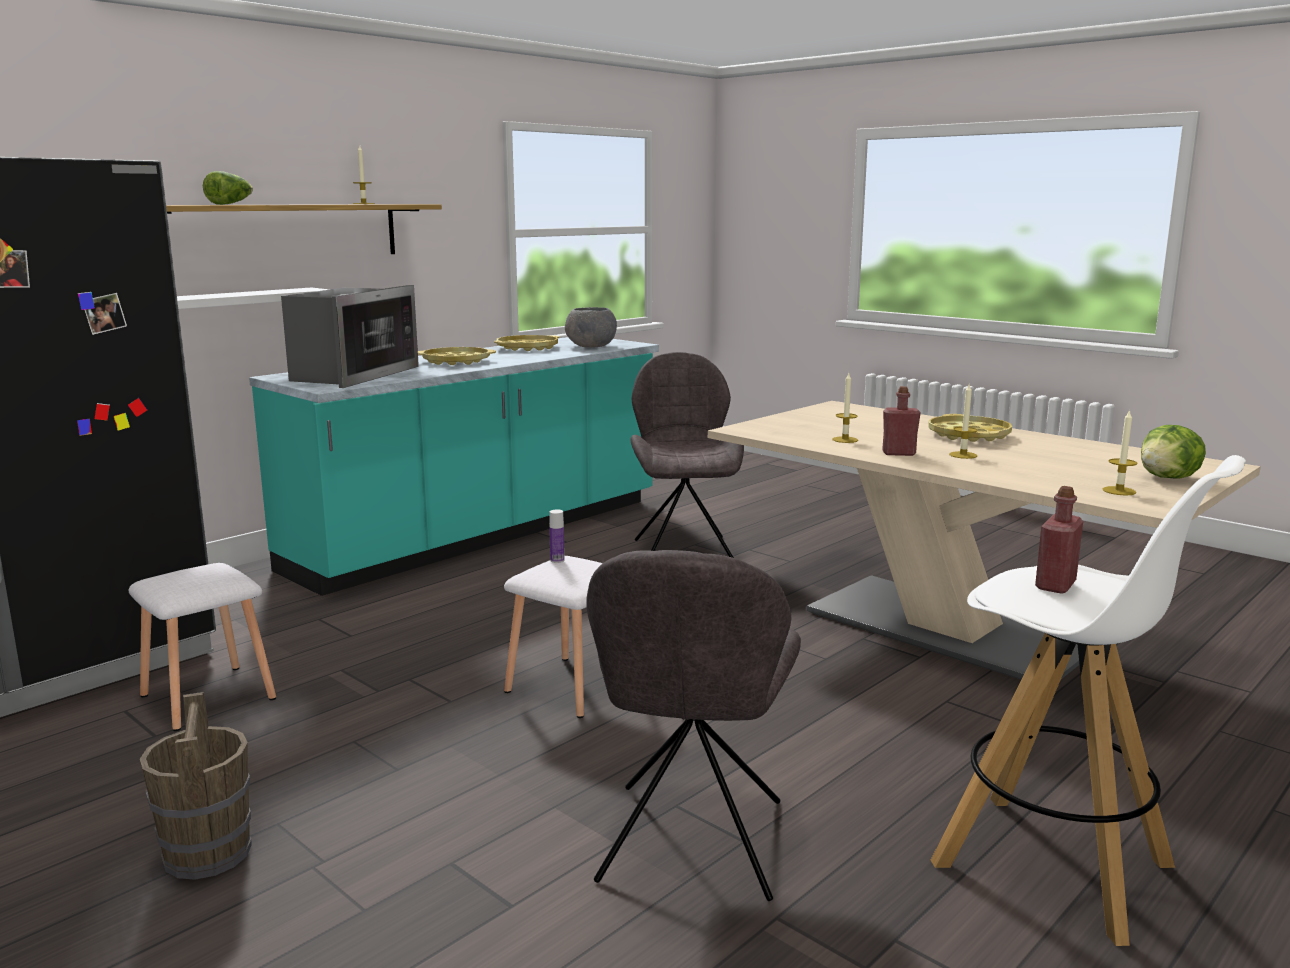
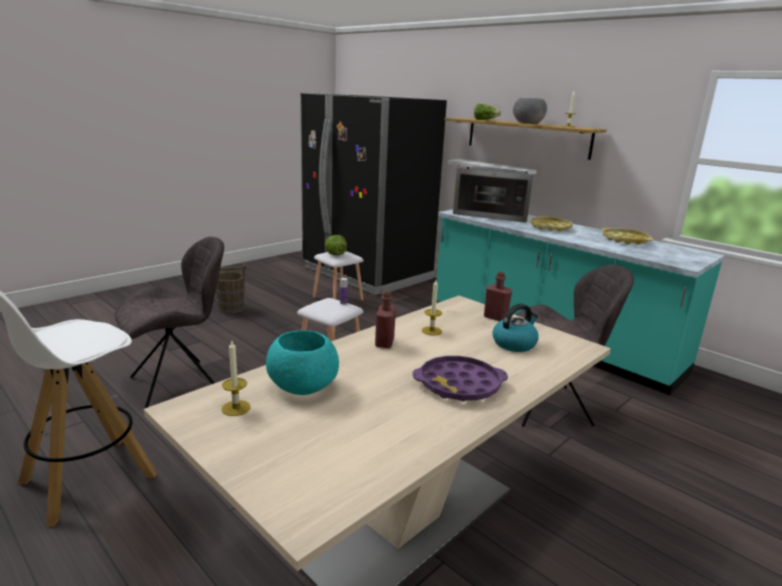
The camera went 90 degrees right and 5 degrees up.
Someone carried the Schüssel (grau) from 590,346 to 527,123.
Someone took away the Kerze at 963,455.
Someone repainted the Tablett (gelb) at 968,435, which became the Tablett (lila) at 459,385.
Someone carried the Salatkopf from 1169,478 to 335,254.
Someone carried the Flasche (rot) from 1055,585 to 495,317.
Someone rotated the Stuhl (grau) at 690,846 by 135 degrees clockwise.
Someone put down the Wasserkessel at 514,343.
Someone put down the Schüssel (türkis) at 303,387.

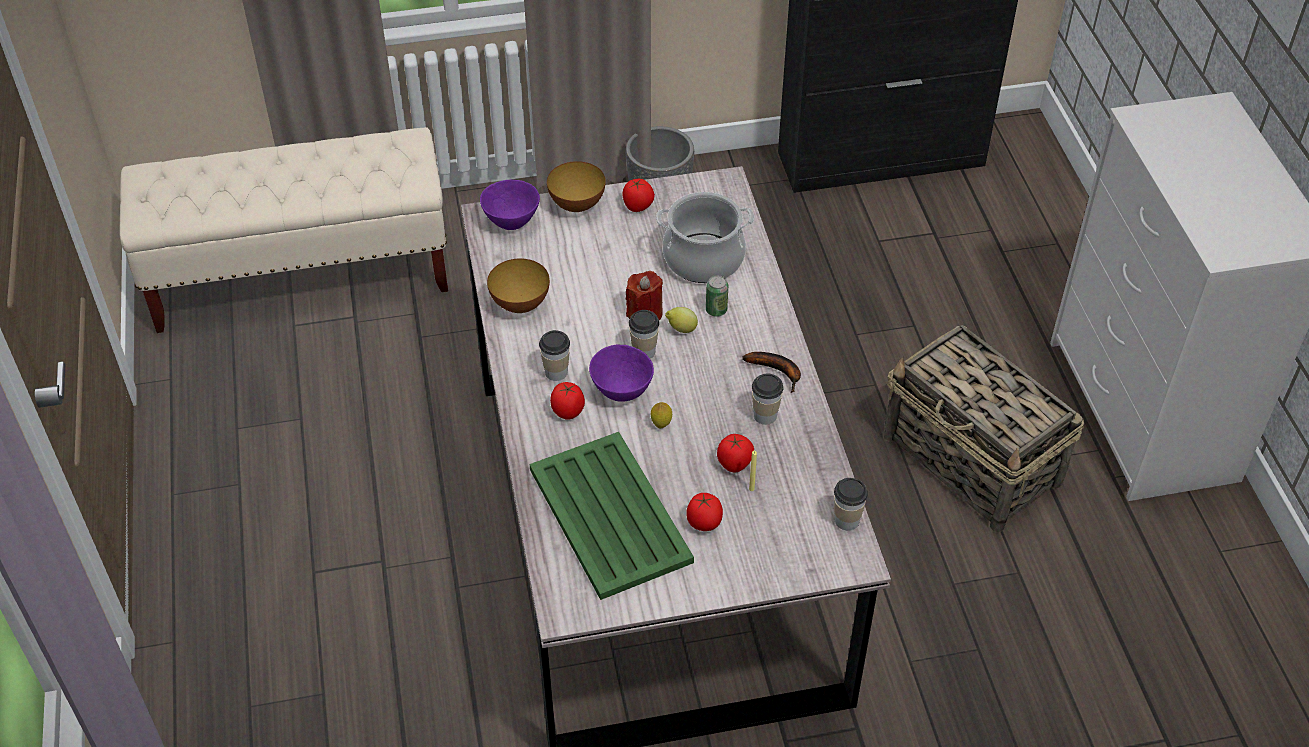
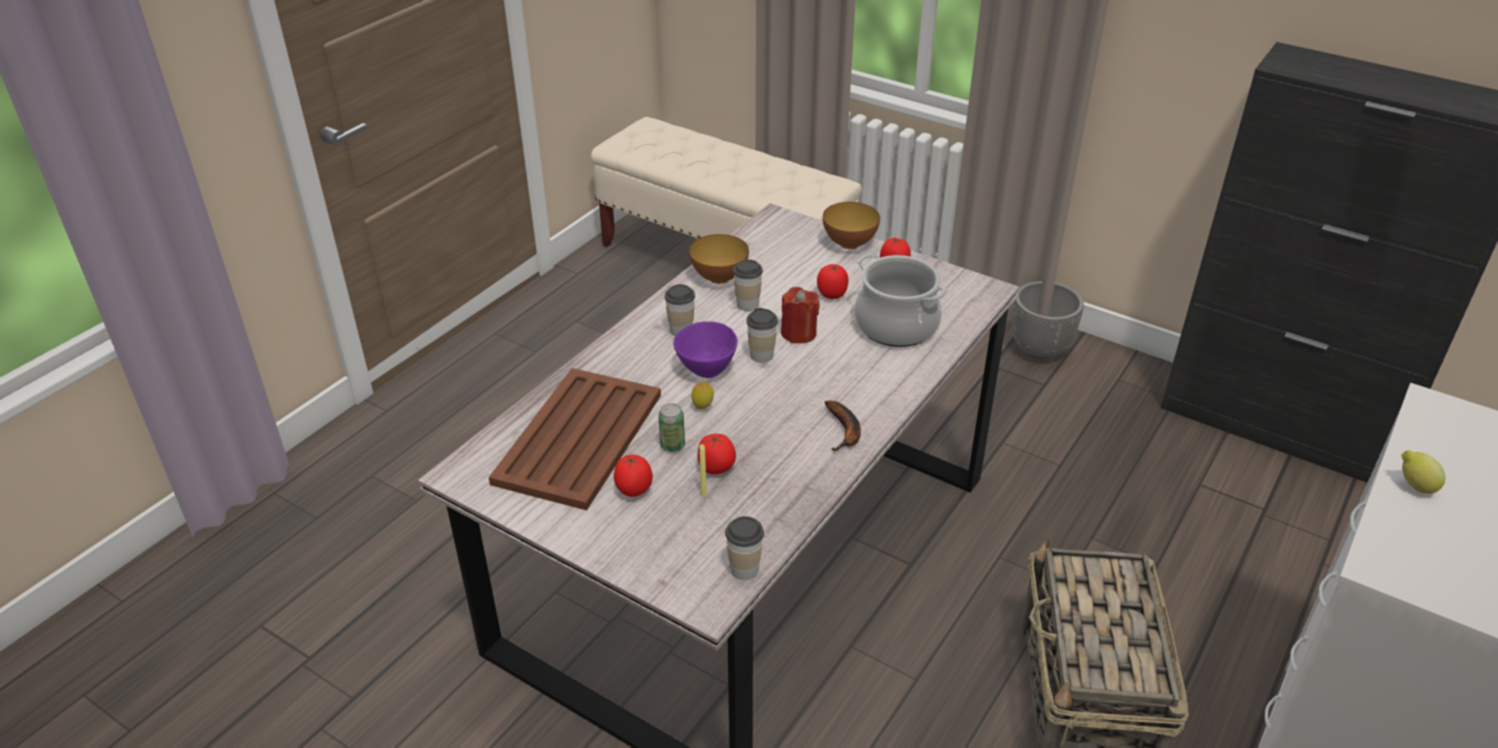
The camera went 45 degrees right and 10 degrees down.
Someone took away the Schüssel (lila) at 511,223.
Someone carried the Dose from 716,310 to 672,445.
Someone carried the Zitrone from 681,329 to 1414,486.
Someone carried the Tasse from 765,415 to 747,304.
Someone carried the Tomate from 568,411 to 832,294.
Someone repainted the Tablett (grün) at 609,513, which became the Tablett (braun) at 580,437.

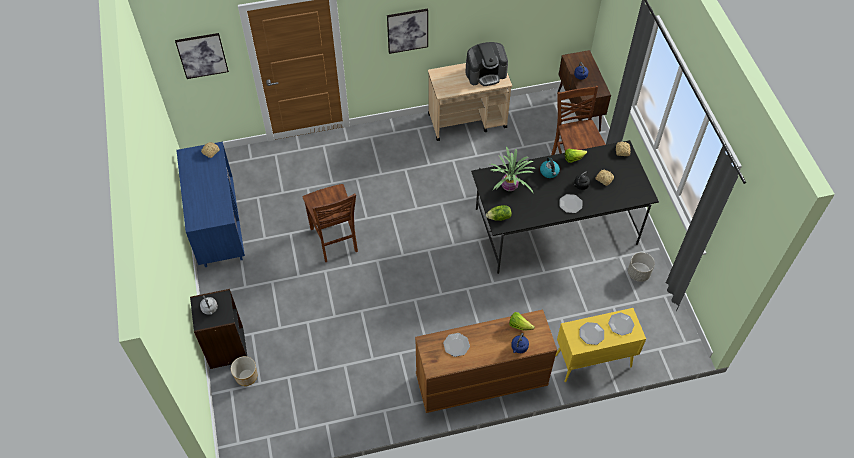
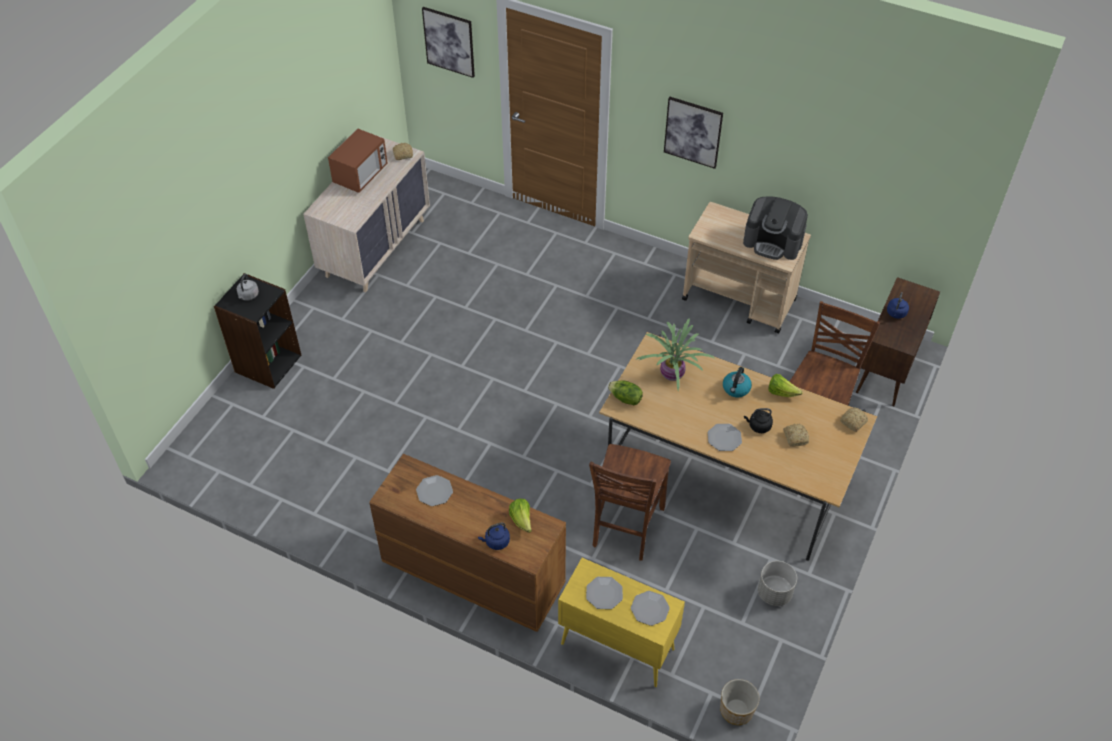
The camera went 40 degrees right and 5 degrees down.
Someone repainted the Esstisch (schwarz) at 555,226, which became the Esstisch (beige) at 726,473.
Someone repainted the Kommode (blau) at 218,226, which became the Kommode (beige) at 376,247.
Someone carried the Stuhl (braun) from 335,240 to 626,528.
Someone carried the Pflanzkübel from 246,376 to 736,709.
Someone put down the Mikrowelle at 361,175.

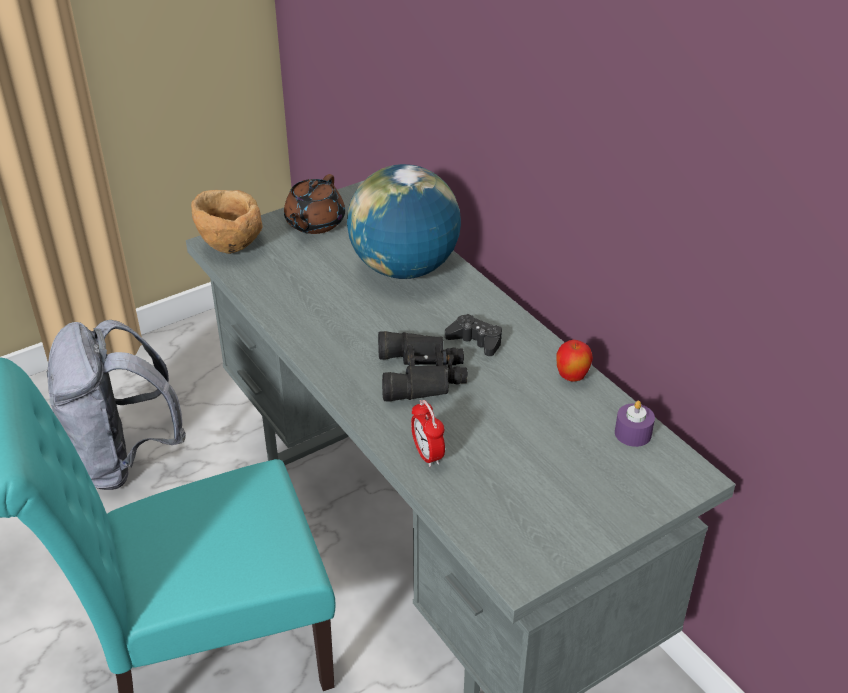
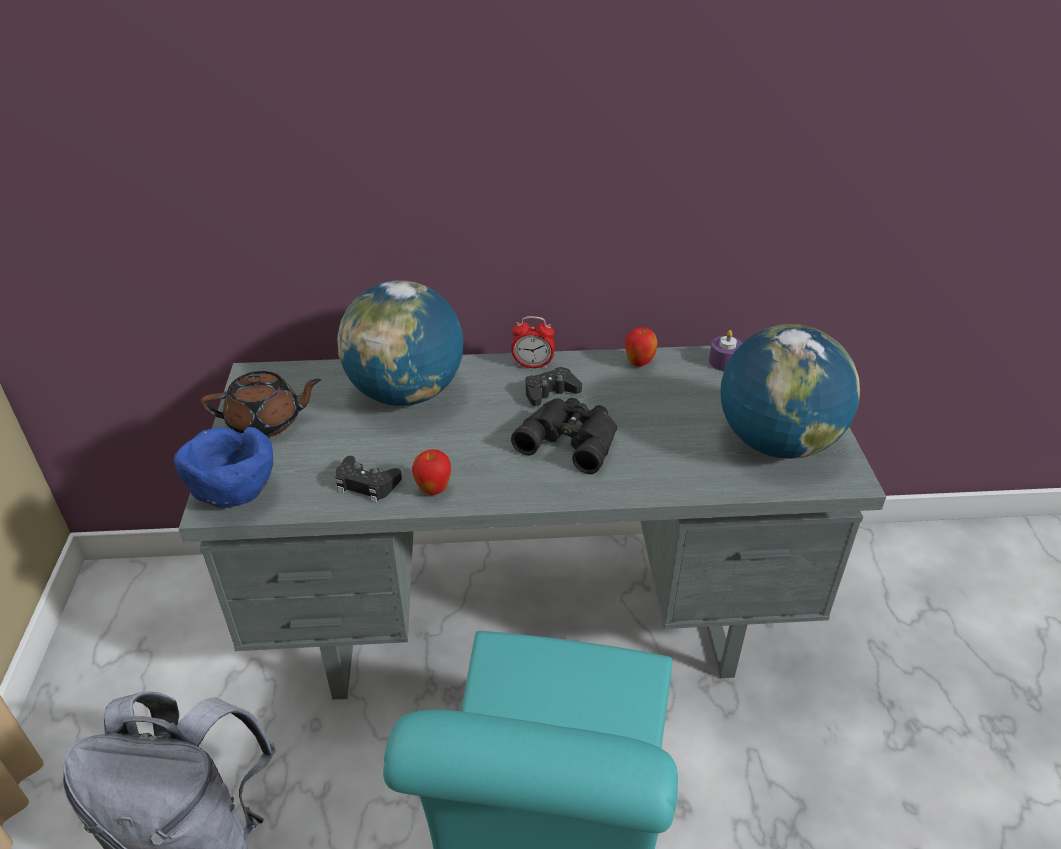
The camera went 60 degrees left and 0 degrees up.
Someone rotated the Teekanne (braun) at 314,223 by 60 degrees counterclockwise.
Someone repainted the Schüssel (braun) at 231,246, which became the Schüssel (blau) at 235,495.
Someone carried the Wecker from 427,455 to 533,365.
Someone put down the Globus at 777,442.
Someone put down the Apfel at 433,490.
Someone put down the Gamepad (schwarz) at 366,484.

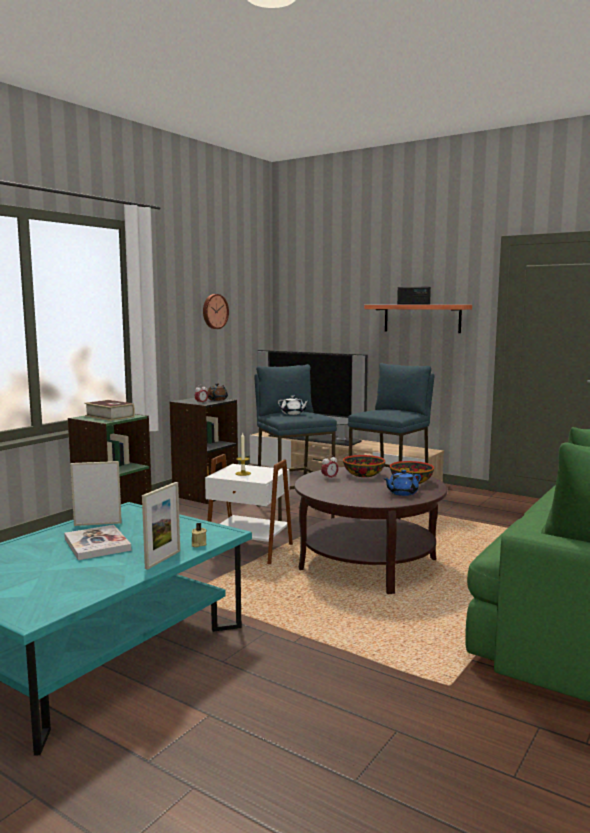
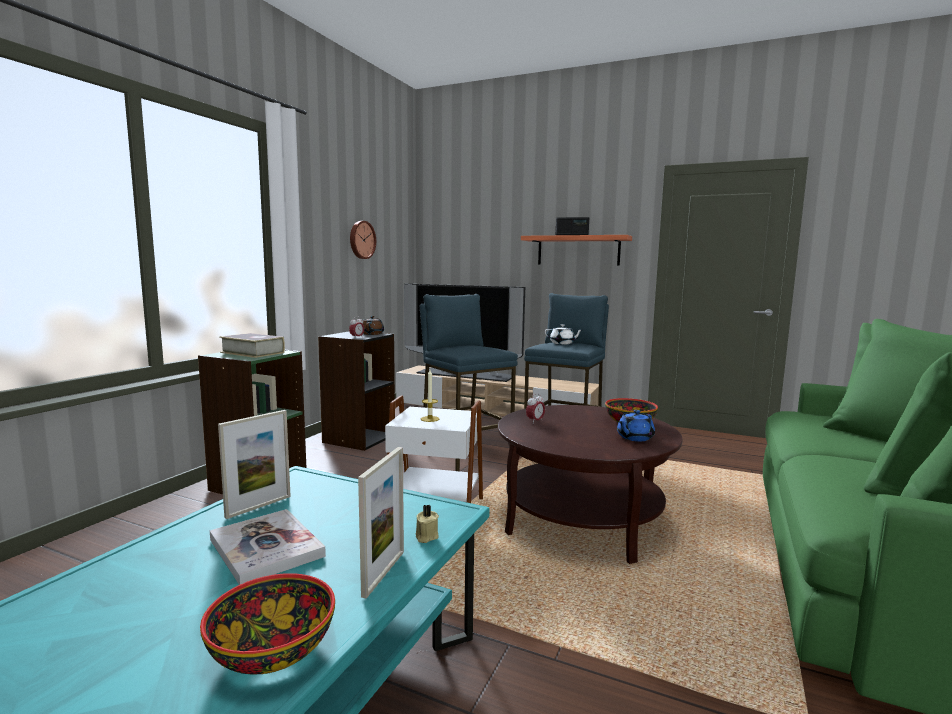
The camera went 10 degrees left and 0 degrees up.
Someone carried the Teekanne (weiß) from 293,413 to 562,343.
Someone carried the Schüssel from 363,475 to 271,651.
Someone rotated the Bilderrahmen at 98,524 by 150 degrees clockwise.

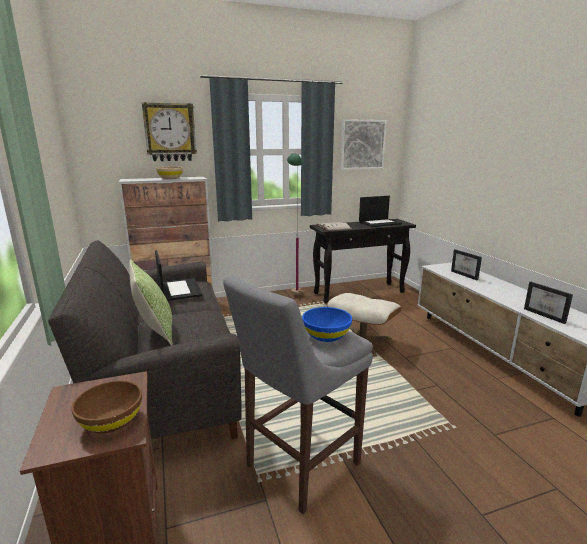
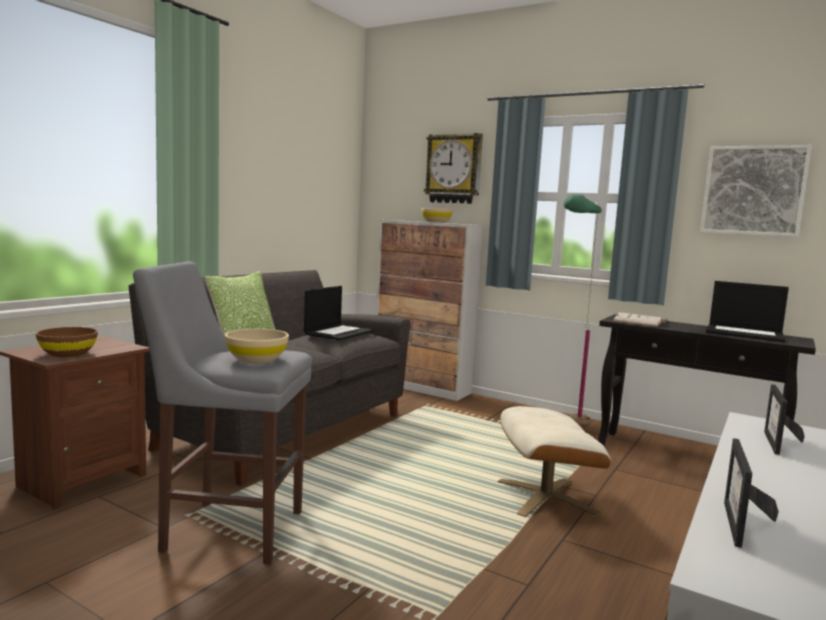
The camera went 50 degrees right and 10 degrees down.
Someone repainted the Schüssel (blau) at 326,336, which became the Schüssel (beige) at 256,359.

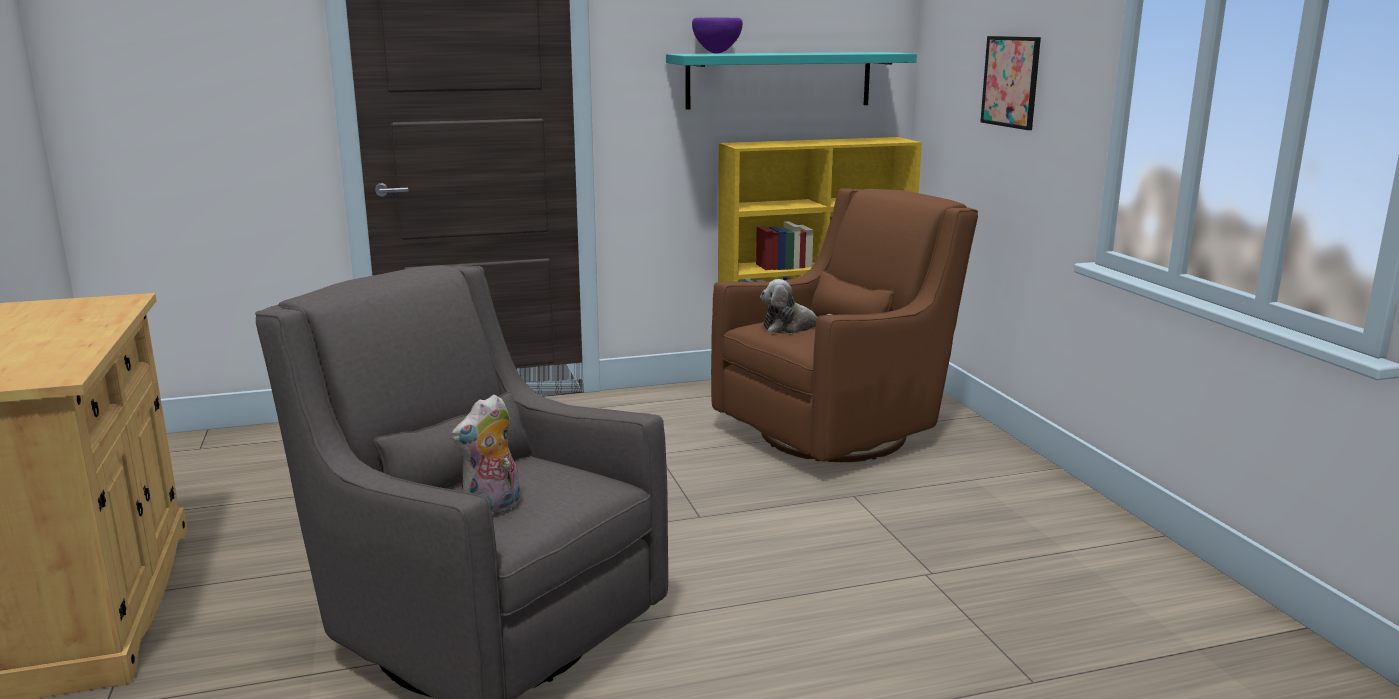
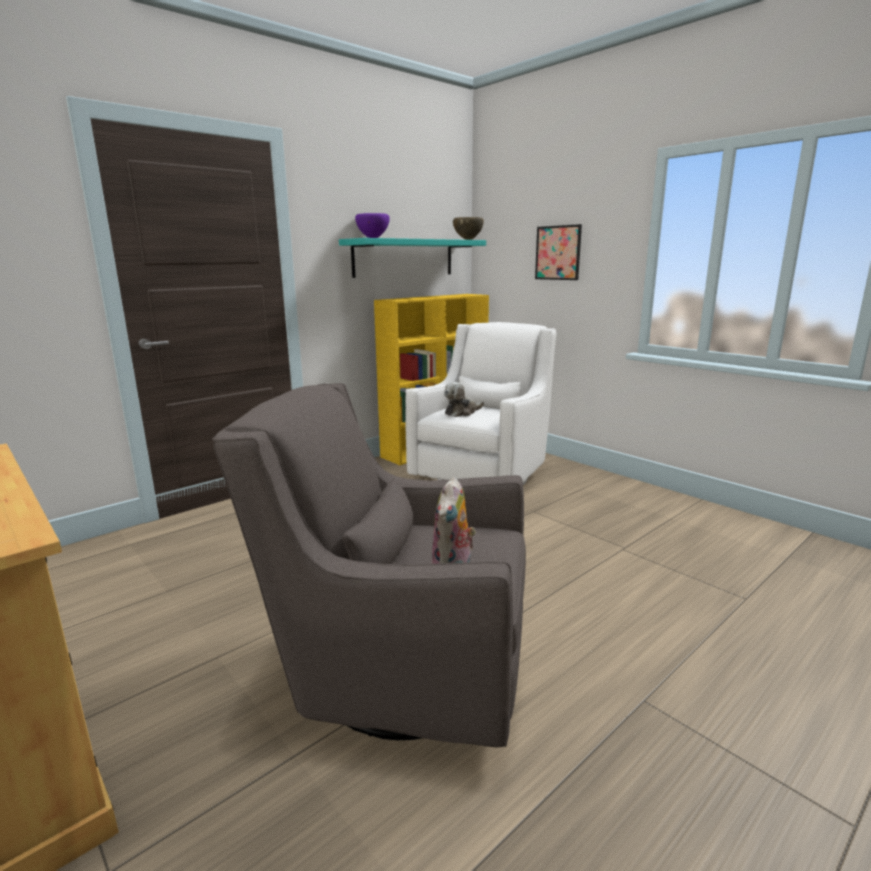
The camera went 25 degrees left and 0 degrees up.
Someone repainted the Sessel (braun) at 838,432, which became the Sessel (weiß) at 483,475.
Someone put down the Schüssel (braun) at 468,239.

